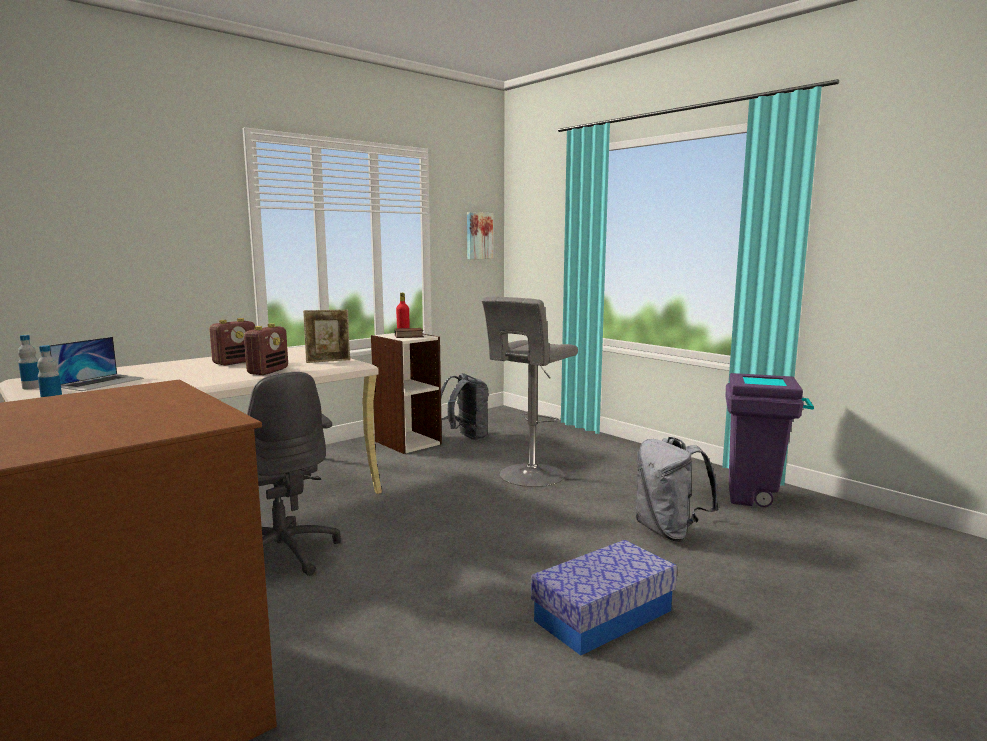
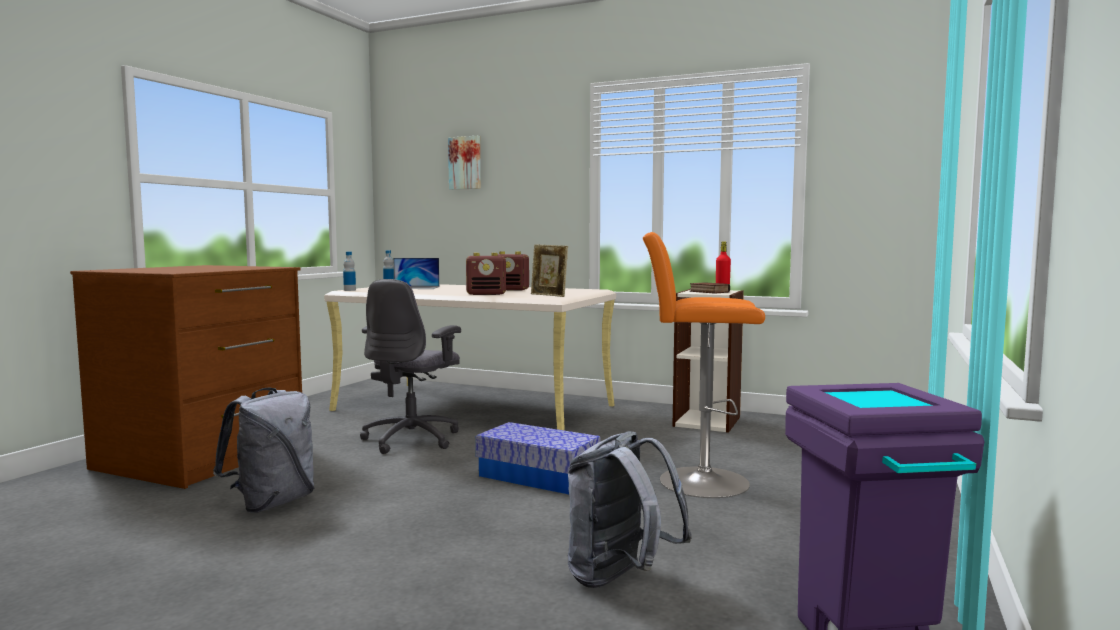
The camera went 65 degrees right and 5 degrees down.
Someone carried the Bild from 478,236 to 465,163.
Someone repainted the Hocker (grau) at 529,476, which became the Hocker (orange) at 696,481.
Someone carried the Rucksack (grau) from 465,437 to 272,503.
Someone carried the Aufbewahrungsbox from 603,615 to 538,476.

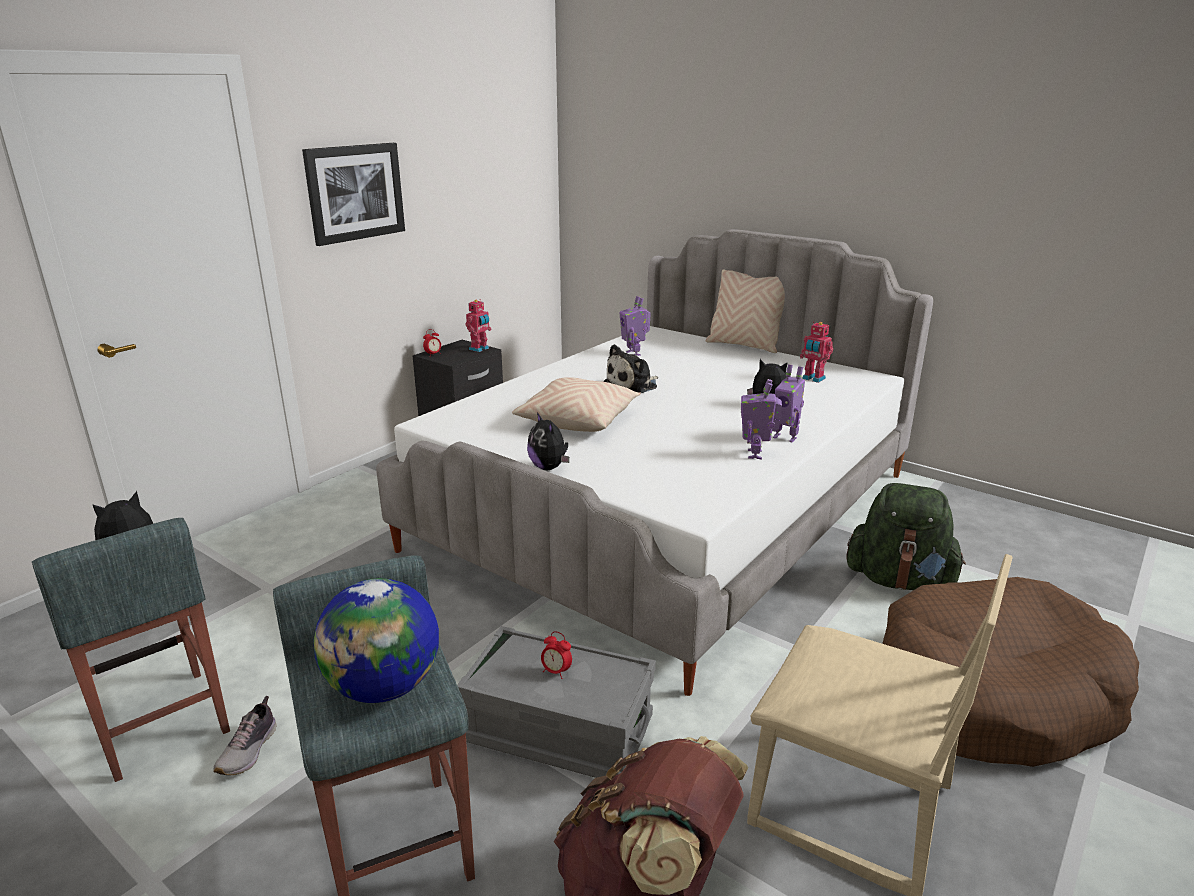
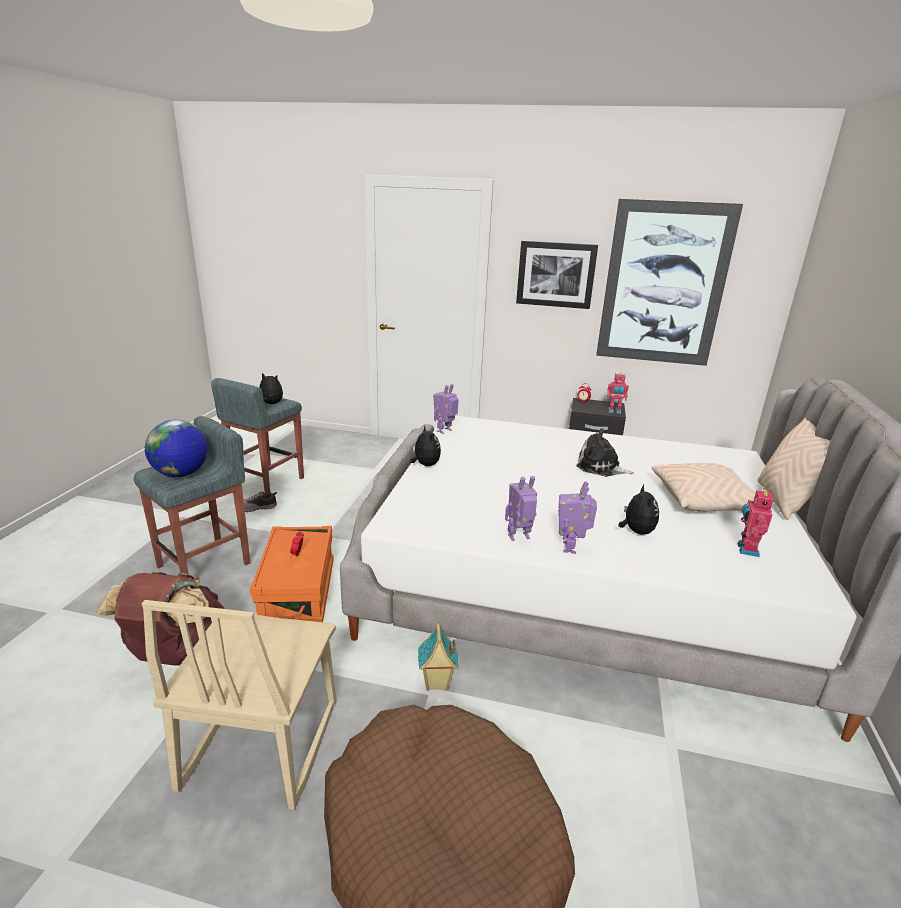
The camera went 65 degrees right and 0 degrees up.
Someone carried the Spielzeugroboter from 634,353 to 445,431.
Someone carried the Kissen (beige) from 578,420 to 703,500.
Someone rotated the Plüschtier at 549,467 by 120 degrees clockwise.
Someone took away the Rucksack (grün) at 899,580.
Someone repainted the Aufbewahrungsbox (grau) at 559,731, which became the Aufbewahrungsbox (orange) at 298,593.
Someone put up the Bild at 664,285.
Someone put down the Spielzeughaus at 436,683.

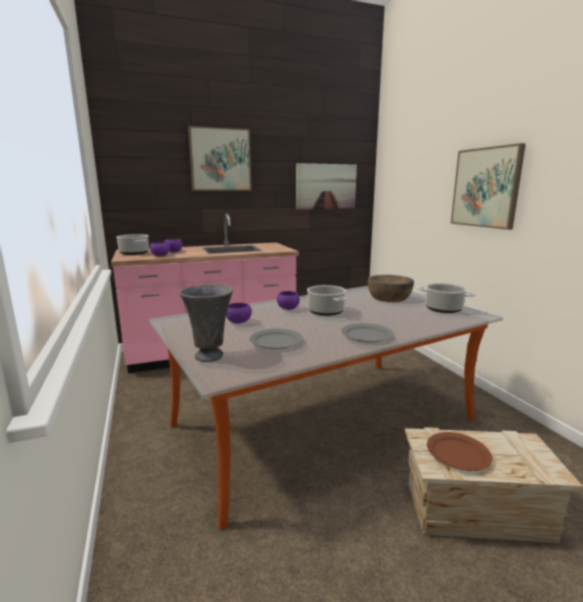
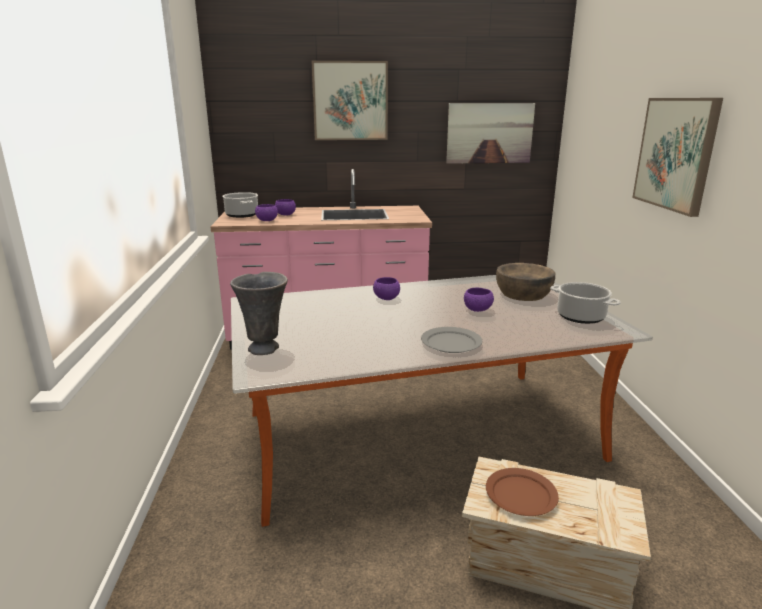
The camera went 15 degrees right and 5 degrees up.
Someone took away the Kochtopf at 326,311.
Someone carried the Schüssel (lila) from 238,322 to 477,310.
Someone took away the Teller (grau) at 276,341.

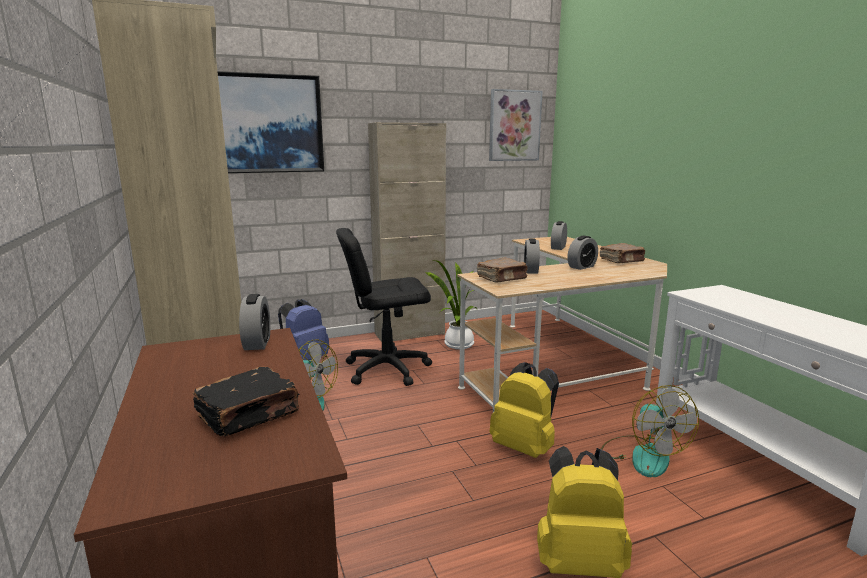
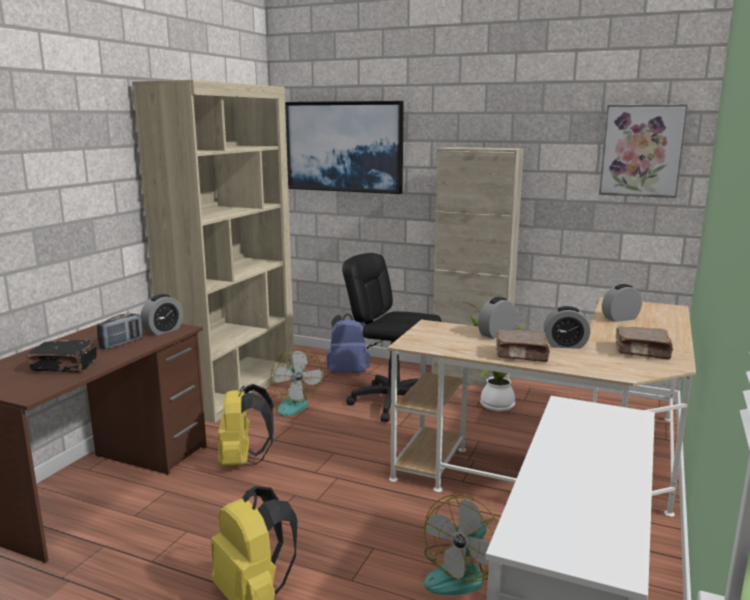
The camera went 45 degrees right and 0 degrees up.
Someone carried the Buch (braun) from 502,278 to 522,355.
Someone carried the Rucksack (gelb) from 525,447 to 243,461.
Someone put down the Radio at 121,343.

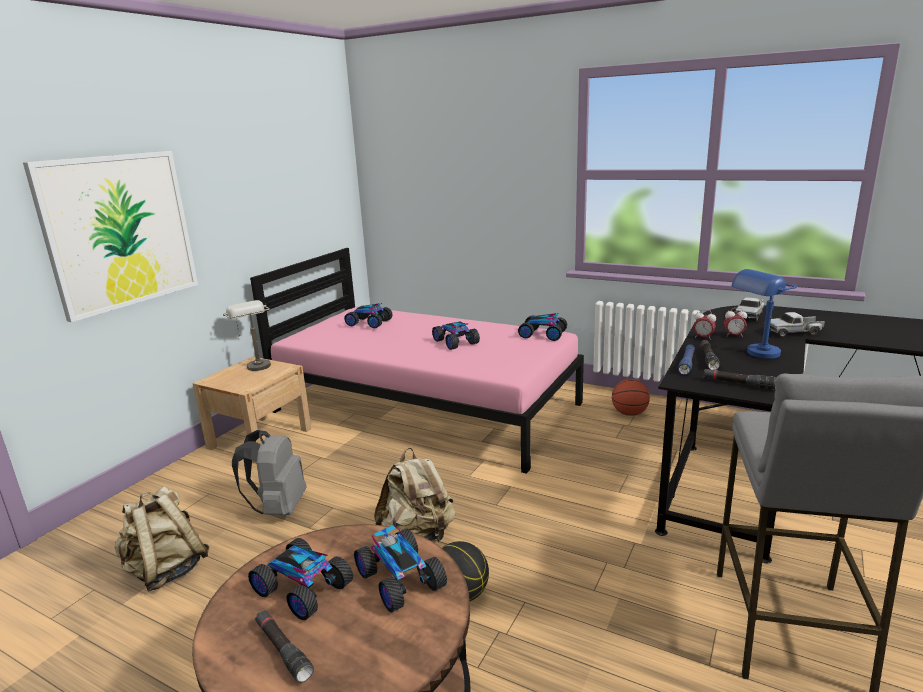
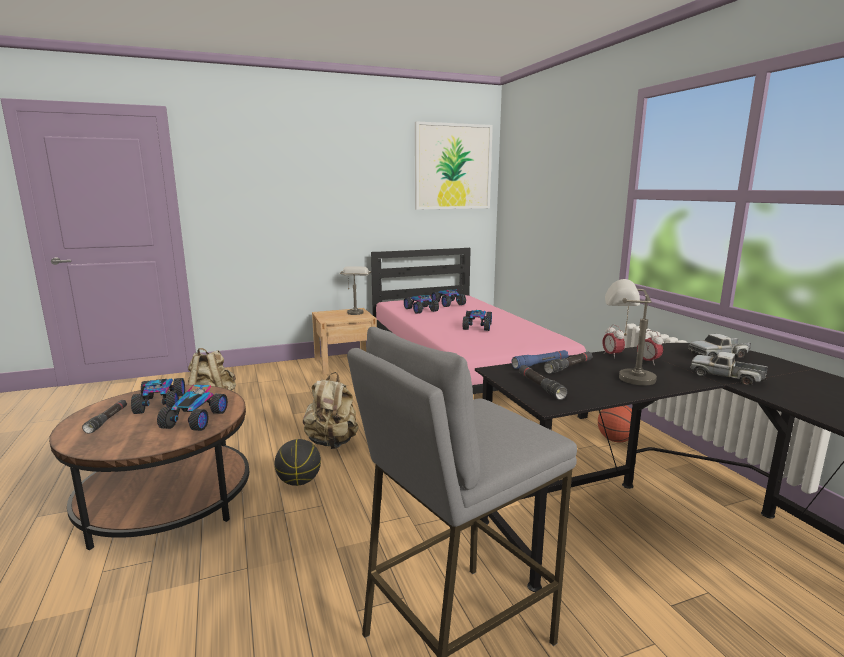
The camera went 40 degrees right and 5 degrees down.
Someone carried the Bild from 119,231 to 453,167.
Someone repainted the Tischlampe (blau) at 756,355, which became the Tischlampe (grau) at 624,378.
Someone carried the Spielzeugauto from 543,334 to 421,310.
Someone took away the Rucksack (grau) at 278,508.

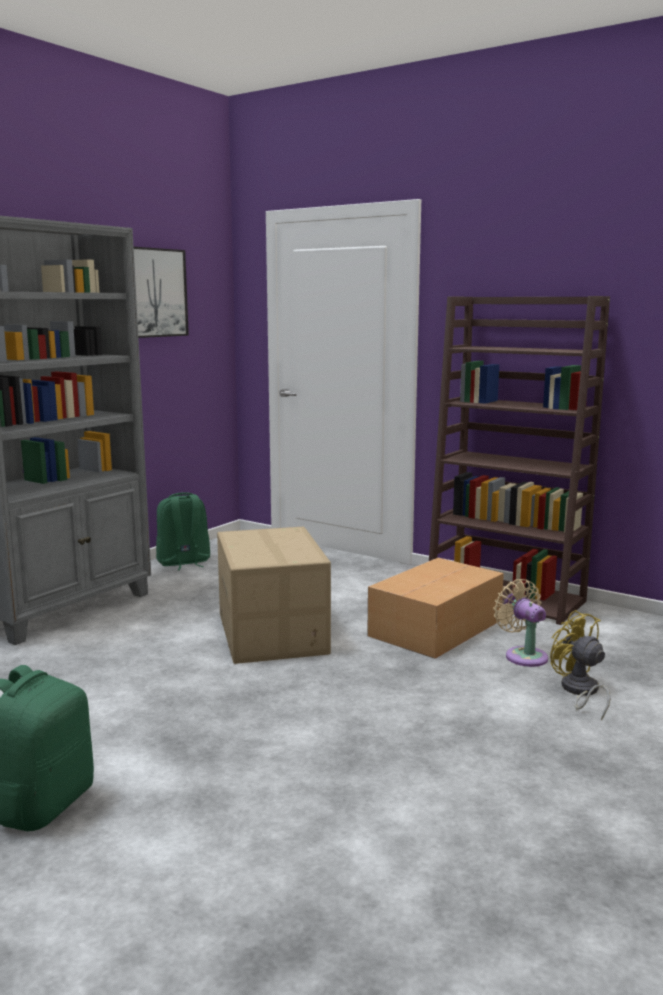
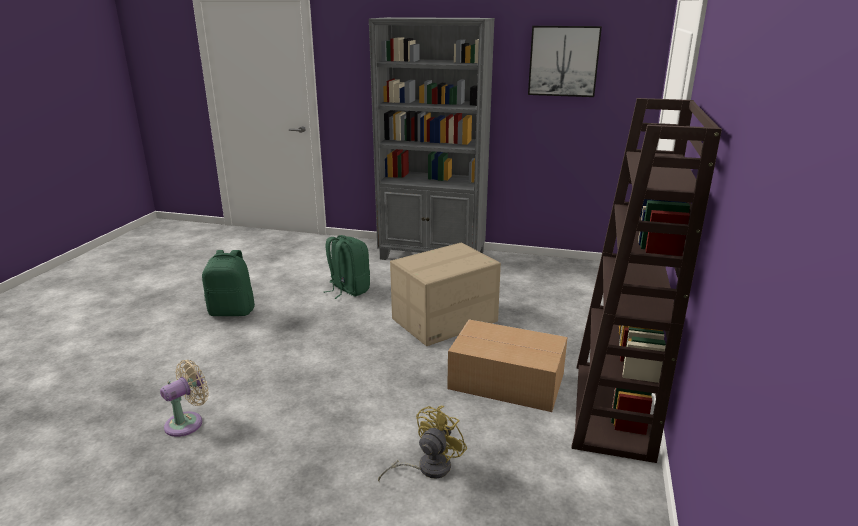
The camera went 70 degrees right and 10 degrees up.
Someone carried the Rucksack (grün) from 183,562 to 348,290.
Someone carried the Ventilator (beige) from 523,655 to 188,422.

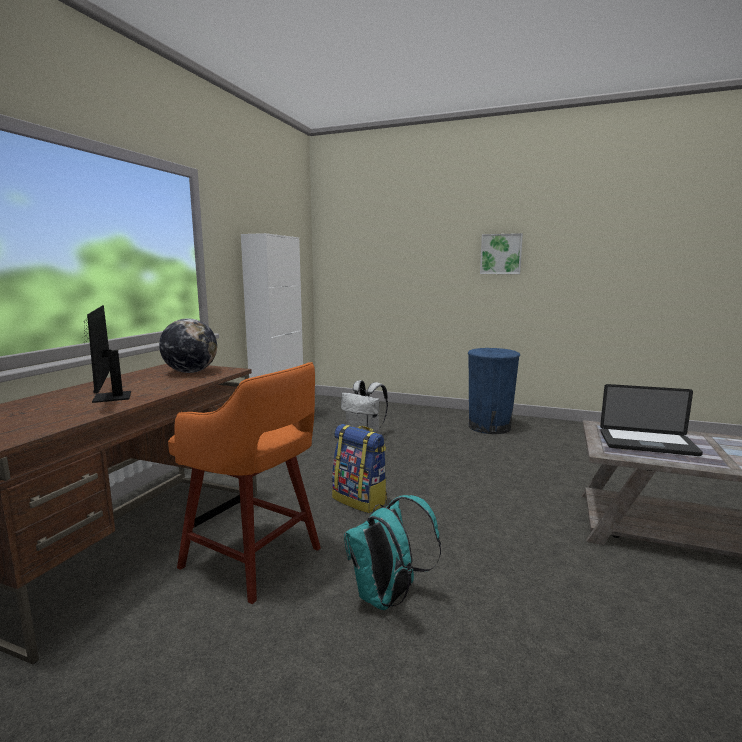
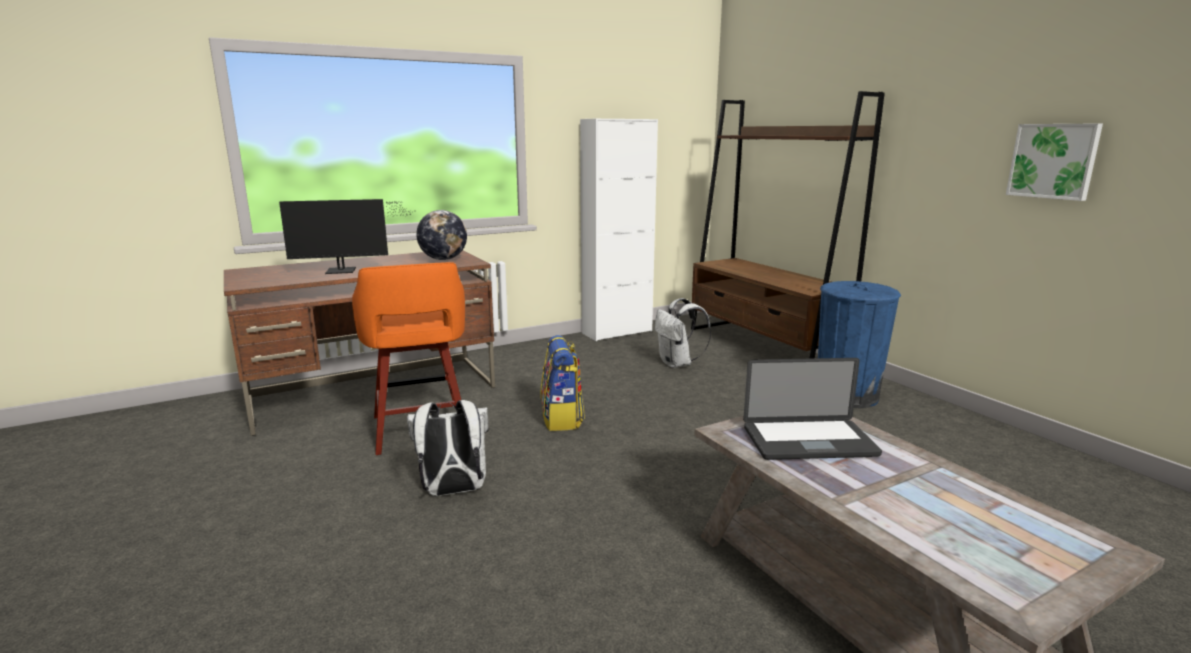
The camera went 40 degrees right and 5 degrees up.
Someone carried the Bild from 501,254 to 1053,161.
Someone rotated the Monitor at 110,398 by 120 degrees counterclockwise.
Someone rotated the Laptop at 647,443 by 60 degrees counterclockwise.
Someone repainted the Rucksack (türkis) at 388,598, which became the Rucksack (weiß) at 453,491.
Someone put down the Bücherregal (braun) at 763,347.

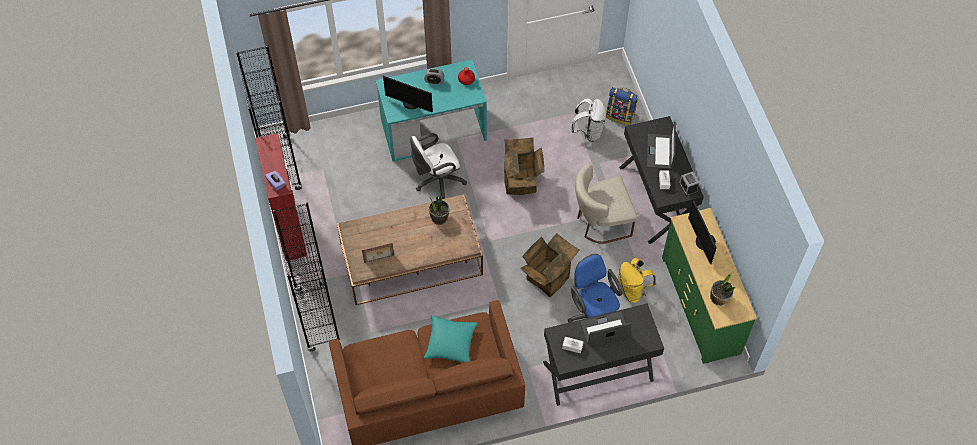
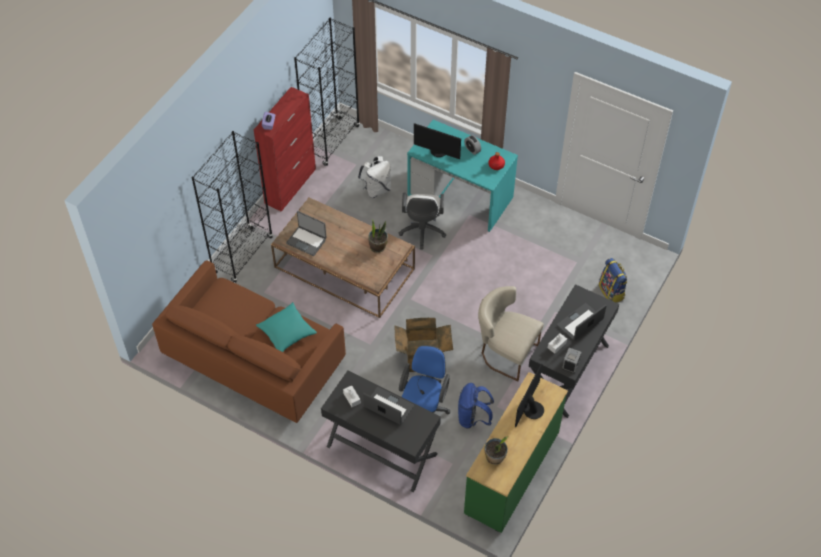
The camera went 45 degrees right and 5 degrees down.
Someone rotated the Monitor at 410,103 by 45 degrees counterclockwise.
Someone carried the Rucksack (weiß) from 588,131 to 376,189.
Someone rotated the Bürostuhl (weiß) at 437,181 by 105 degrees counterclockwise.
Someone took away the Karton at 522,181.
Someone swapped the Bilderrahmen at 379,259 for the Laptop at 306,241.
Someone repainted the Rucksack (gelb) at 632,290, which became the Rucksack (blau) at 473,418.

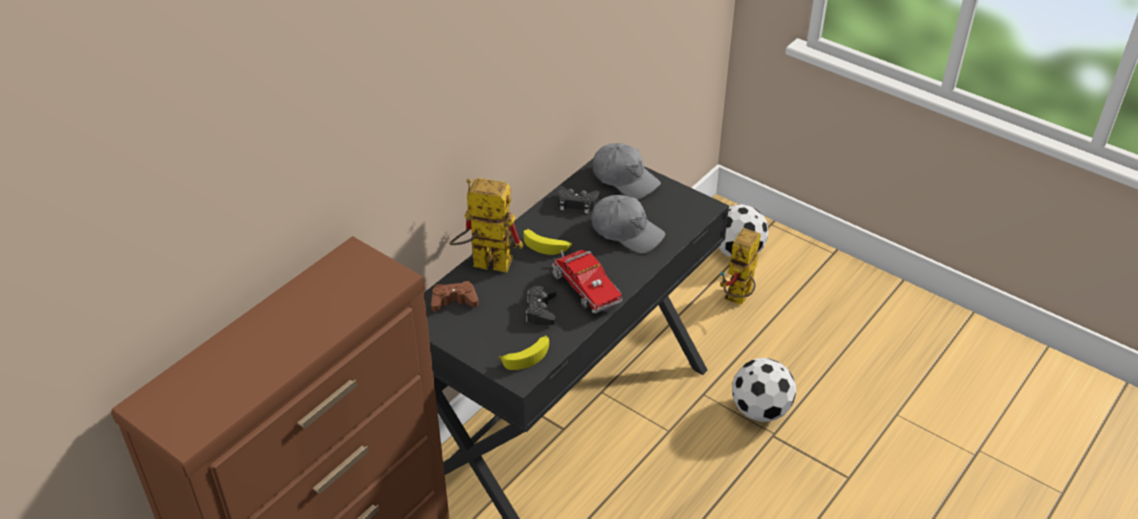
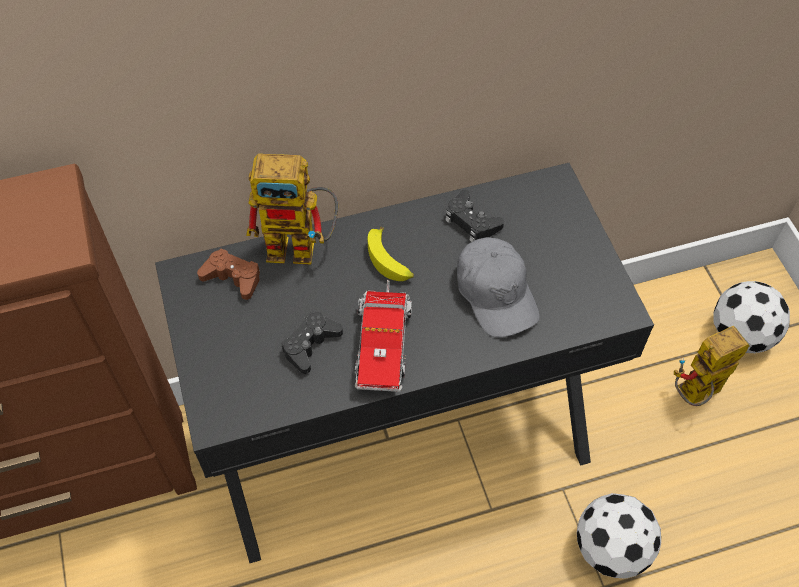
The camera went 35 degrees right and 15 degrees up.
Someone took away the Kappe (grau) at 625,179.
Someone rotated the Spielzeugroboter at 483,263 by 135 degrees clockwise.
Someone took away the Banane at 527,356.

